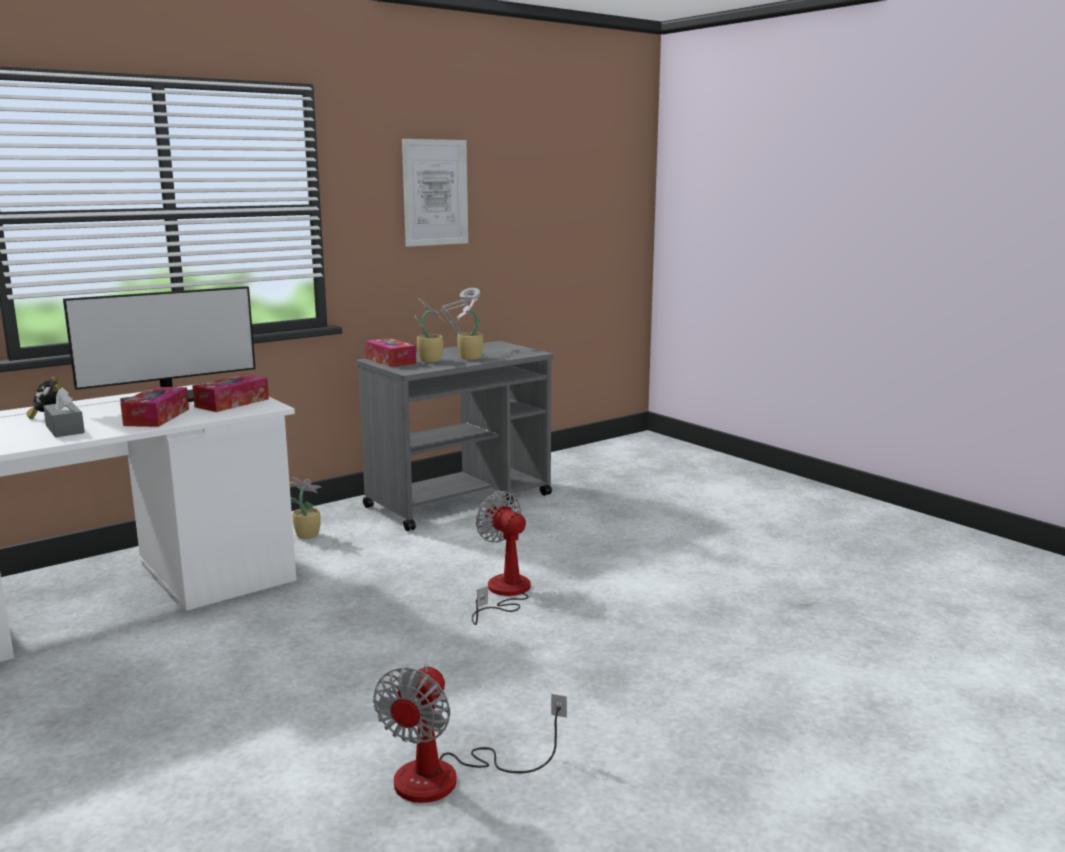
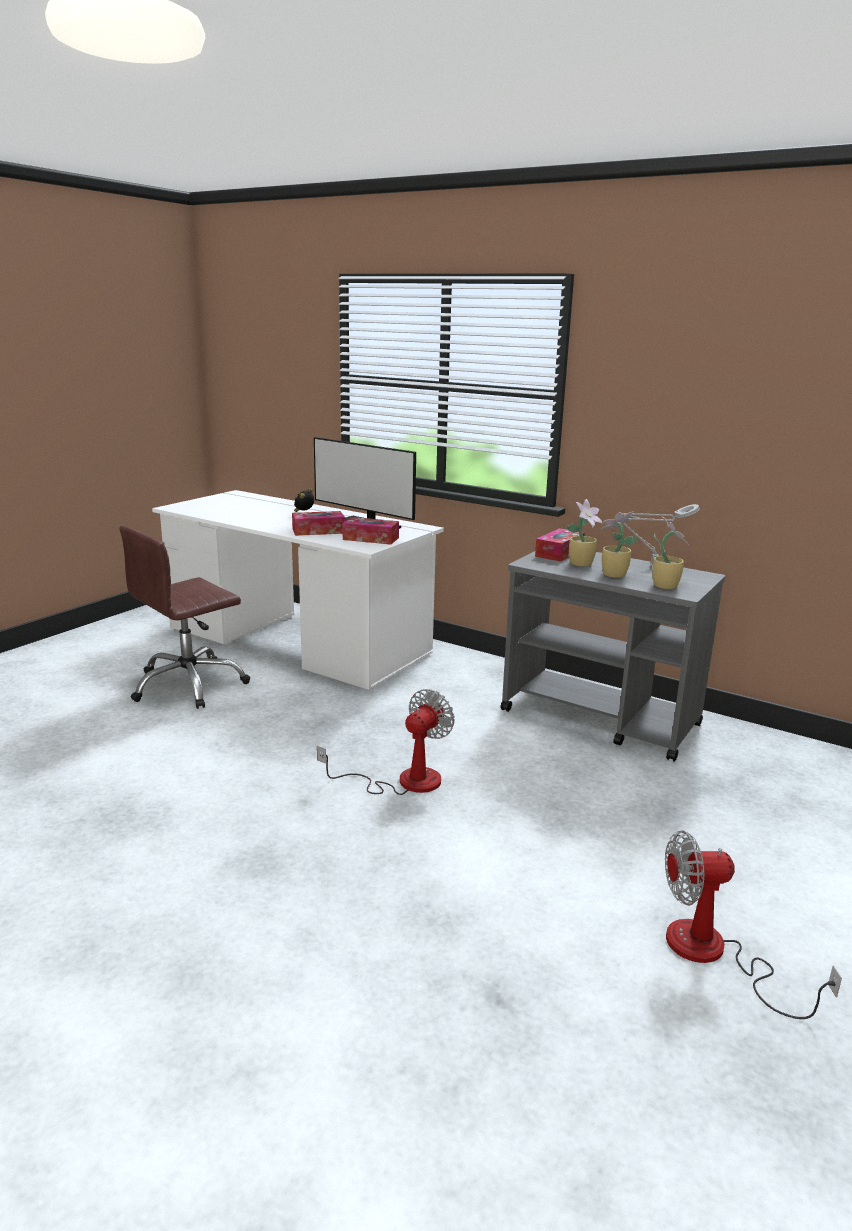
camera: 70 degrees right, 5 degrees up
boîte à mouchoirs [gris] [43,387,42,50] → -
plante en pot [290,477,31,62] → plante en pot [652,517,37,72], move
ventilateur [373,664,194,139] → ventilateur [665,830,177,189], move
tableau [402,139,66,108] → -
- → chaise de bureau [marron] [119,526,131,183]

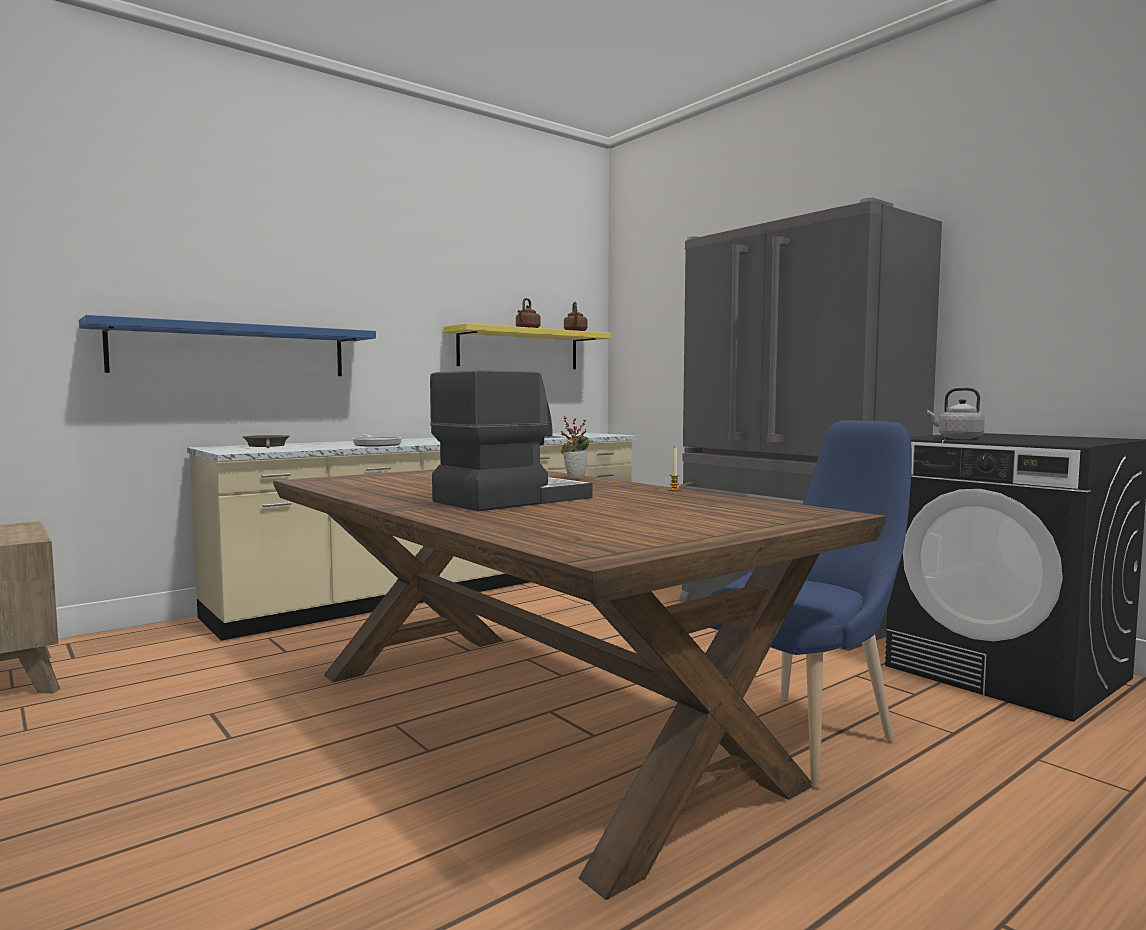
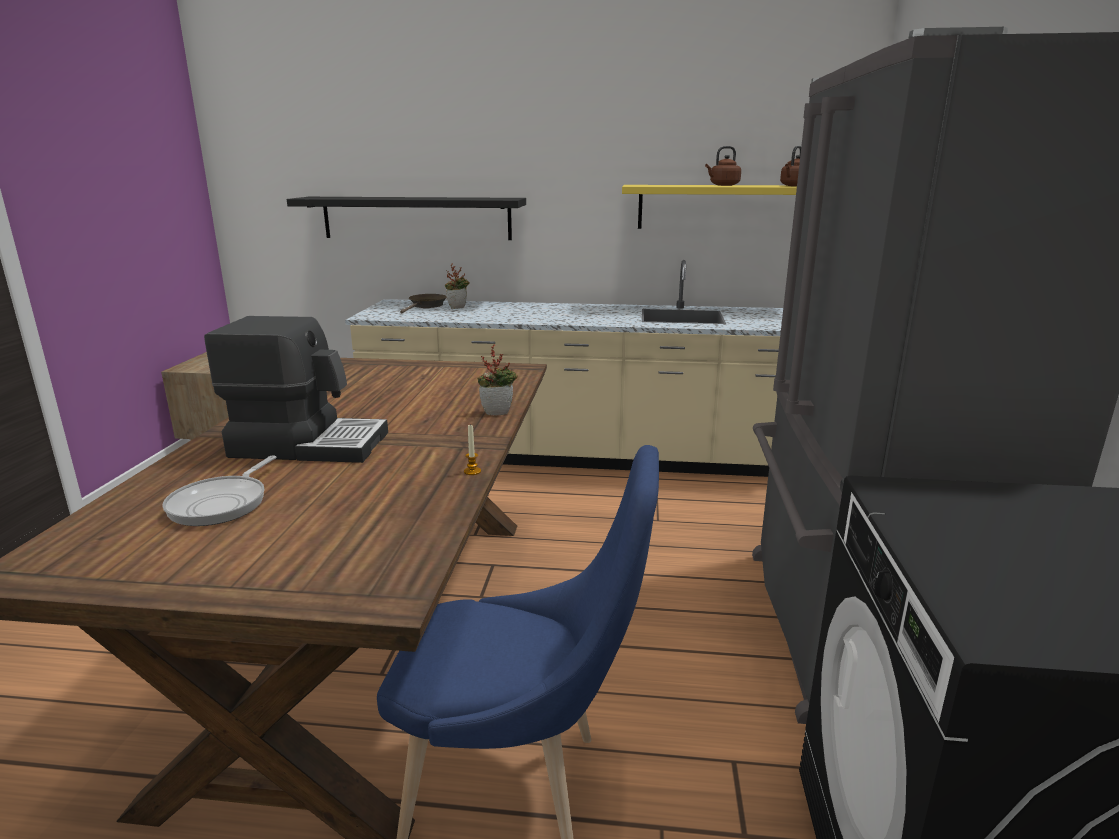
camera: 45 degrees right, 15 degrees up
étagère [bleu] [79,315,297,61] → étagère [noir] [287,197,239,43]
poêle [352,434,50,12] → poêle [162,455,115,71], move
bouilloire [gris] [927,388,58,51] → -
- → plante en pot [445,263,24,46]

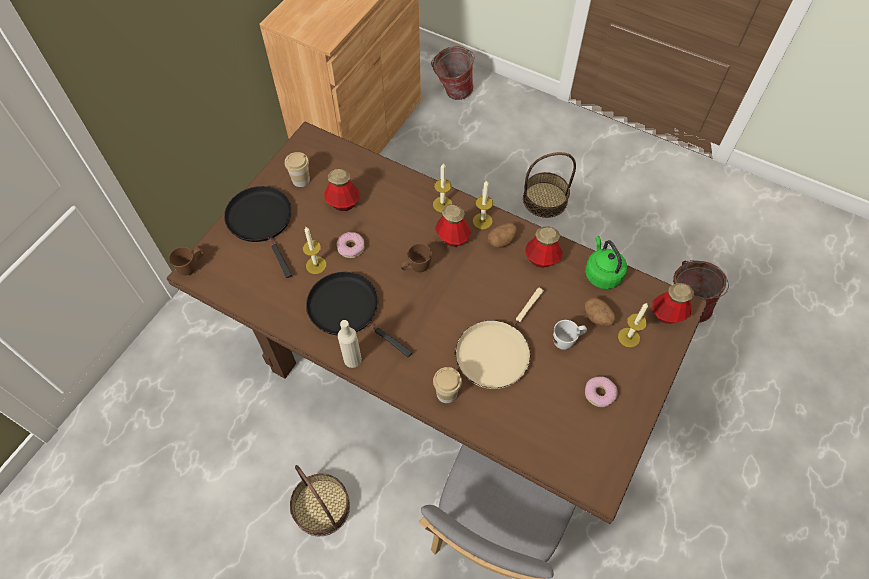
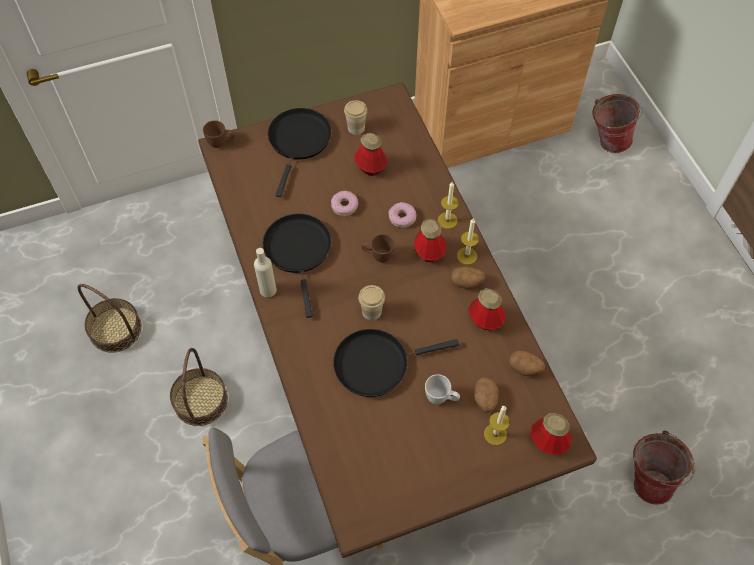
camera: 40 degrees right, 0 degrees up
bougie [303,227,24,47] → -
tasse [433,367,29,36] → tasse [358,285,27,36], move
poêle [beige] [455,288,89,101] → poêle [noir] [333,329,126,68]
panier [523,152,53,66] → panier [78,284,64,69], move
bouilloire [vert] [585,236,42,53] → pomme de terre [510,351,35,25]
beignet [585,376,33,31] → beignet [388,202,28,26], move

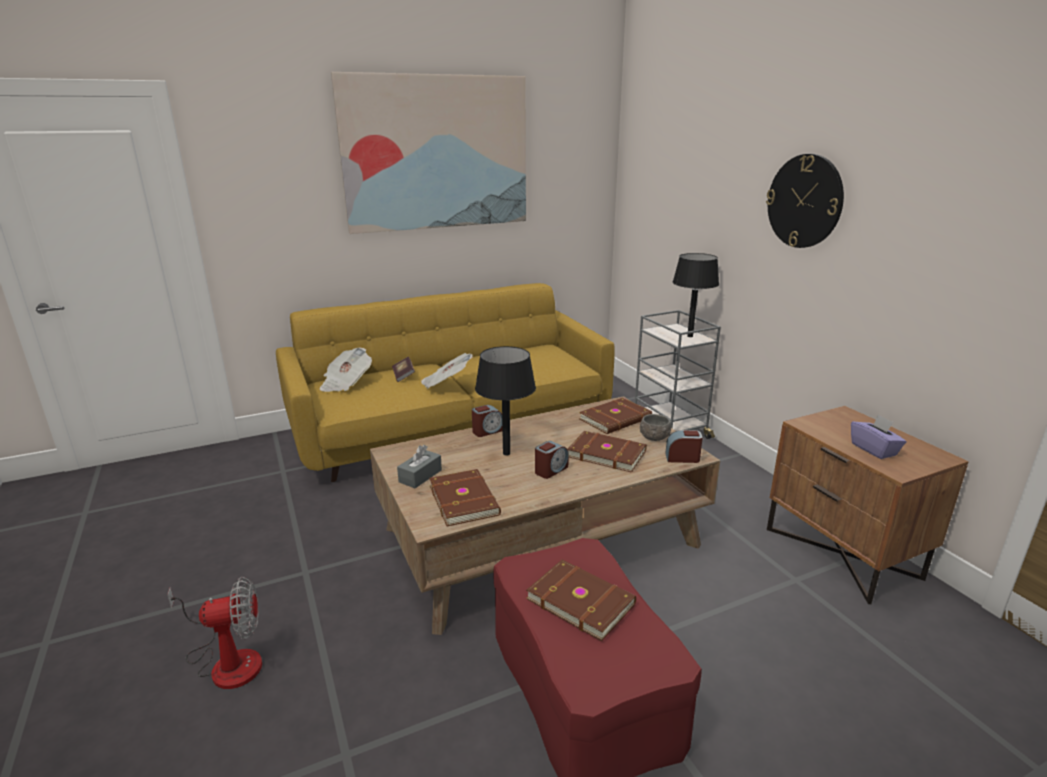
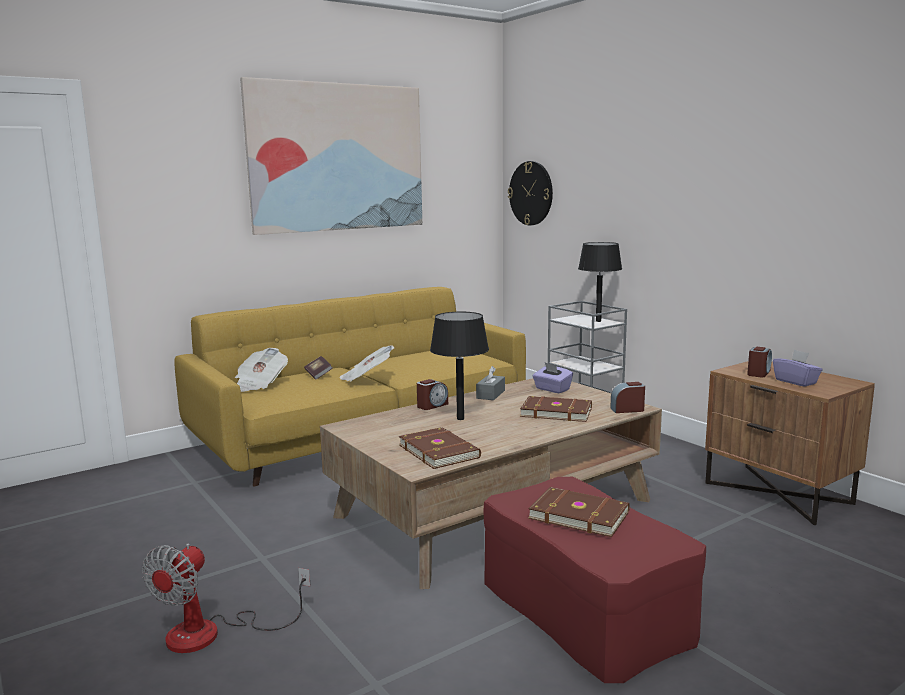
camera: 10 degrees left, 10 degrees down
ventilateur [167,577,95,112] → ventilateur [142,543,169,110], 135 degrees clockwise
boîte à mouchoirs [gris] [397,445,45,43] → boîte à mouchoirs [gris] [476,366,29,34], move
réveil [535,441,34,38] → réveil [747,347,25,30], move
livre [marron] [579,398,73,36] → boîte à mouchoirs [violet] [533,362,40,31]
bol [gris] [640,414,31,27] → -
horloge murale [766,154,78,94] → horloge murale [508,161,45,64], move

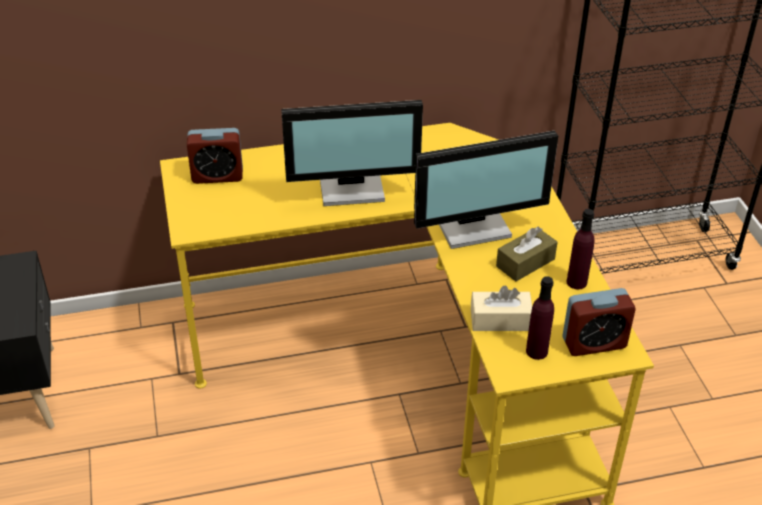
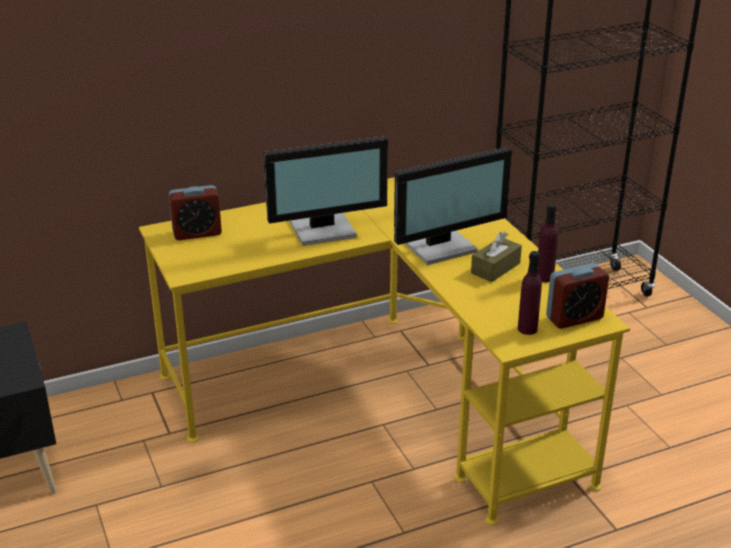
camera: 10 degrees left, 10 degrees down
boîte à mouchoirs [beige] [471,286,61,45] → -

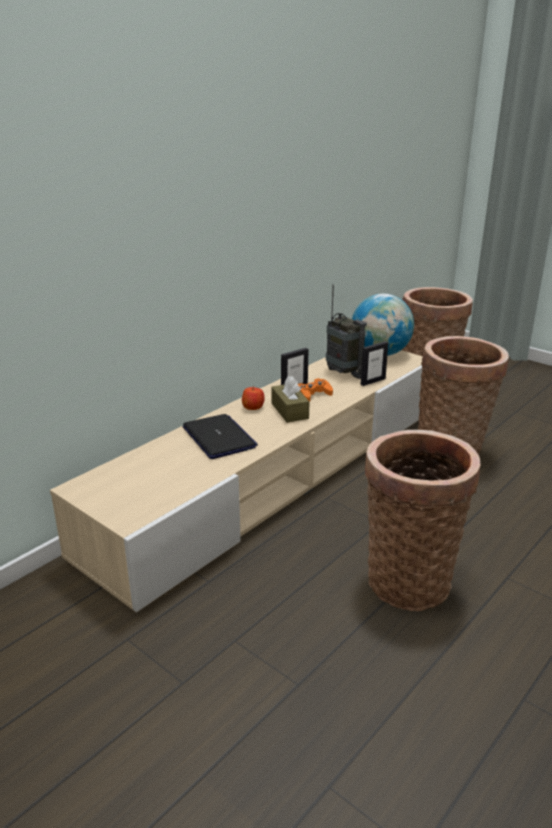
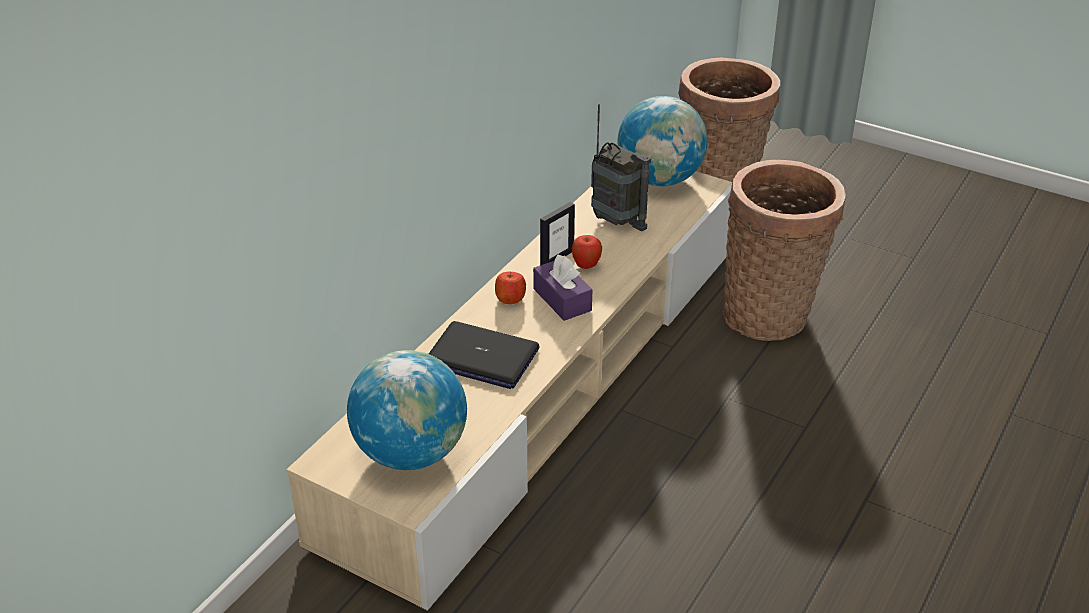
camera: 10 degrees left, 10 degrees up
ordinateur portable [183,414,75,45] → ordinateur portable [429,321,111,68], 150 degrees clockwise
boîte à mouchoirs [marron] [271,376,38,47] → boîte à mouchoirs [violet] [533,254,59,67]
manette [orange] [298,378,35,24] → pomme [572,235,30,34]
cadre photo [361,341,27,45] → -
panier [365,430,115,181] → -
- → globe [347,350,120,120]

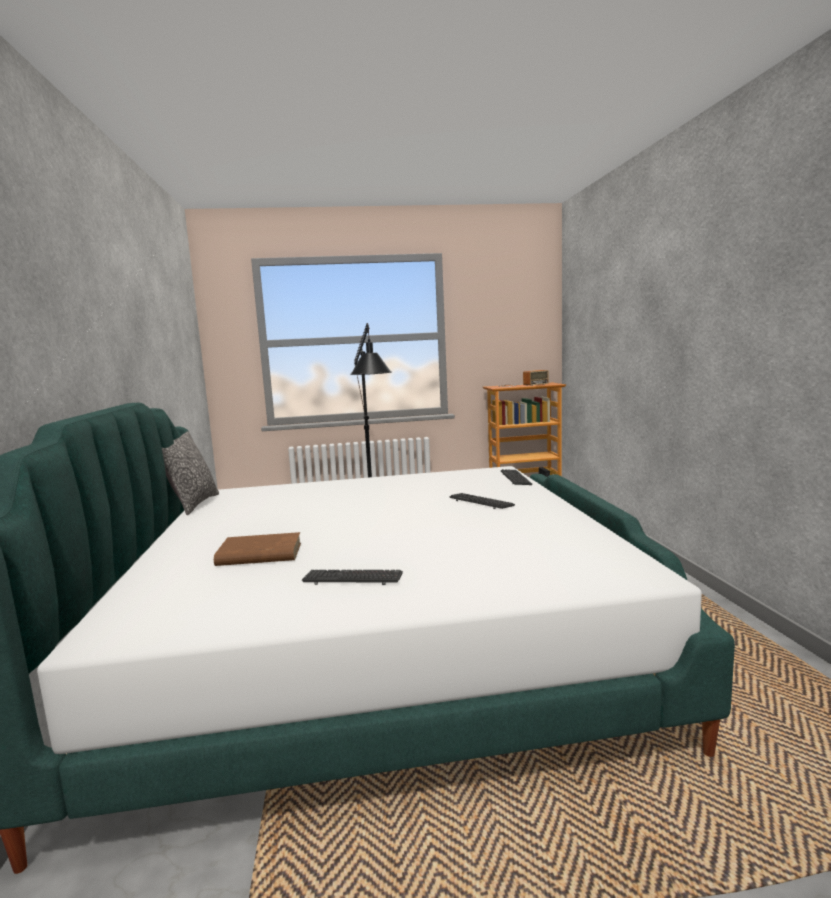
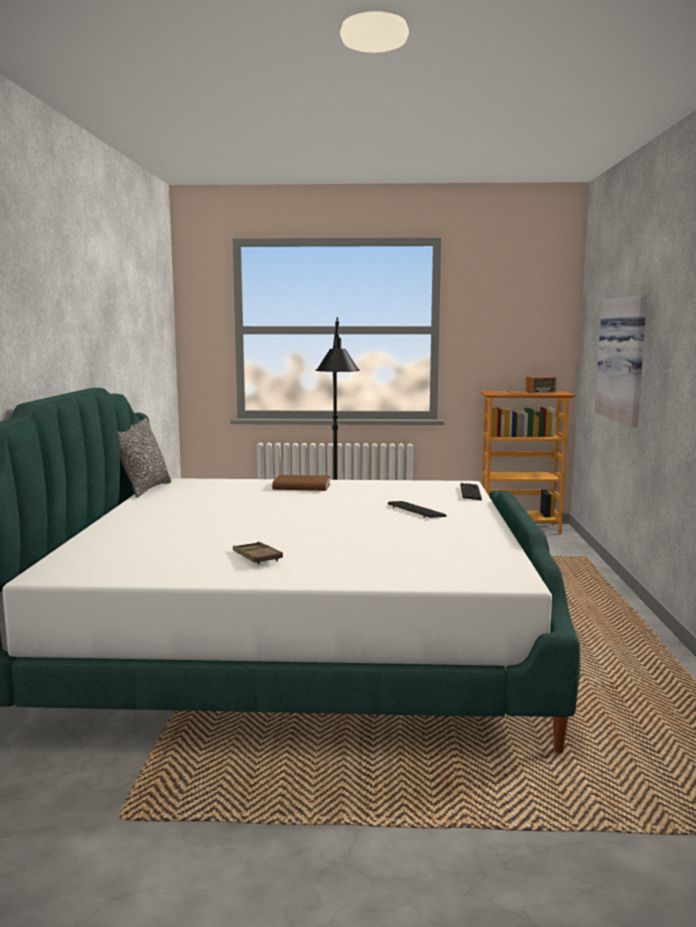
camera: 10 degrees right, 0 degrees up
livre [marron] [214,532,87,34] → livre [marron] [272,475,58,16], move
clavier [302,570,101,15] → plateau [marron] [233,542,50,22]
- → tableau [595,296,52,132]

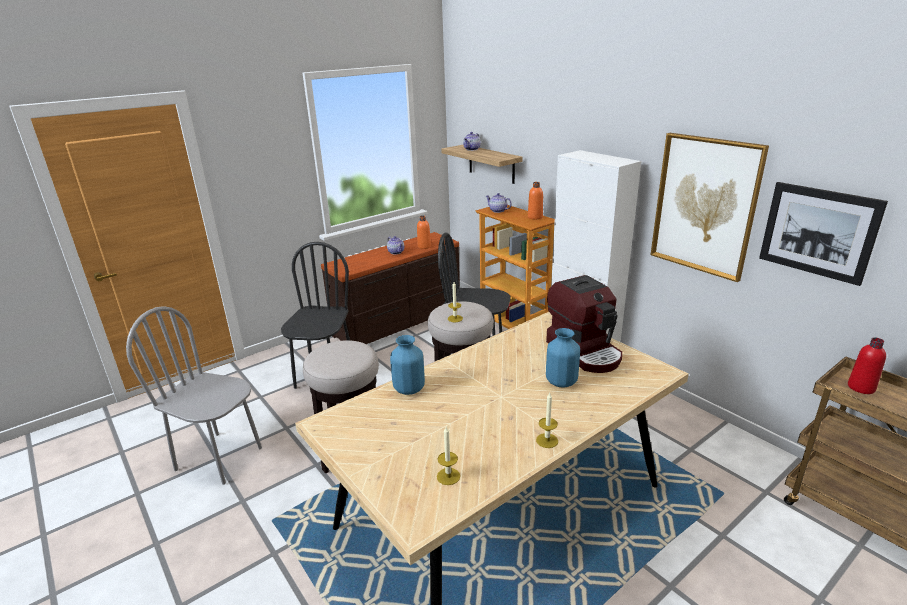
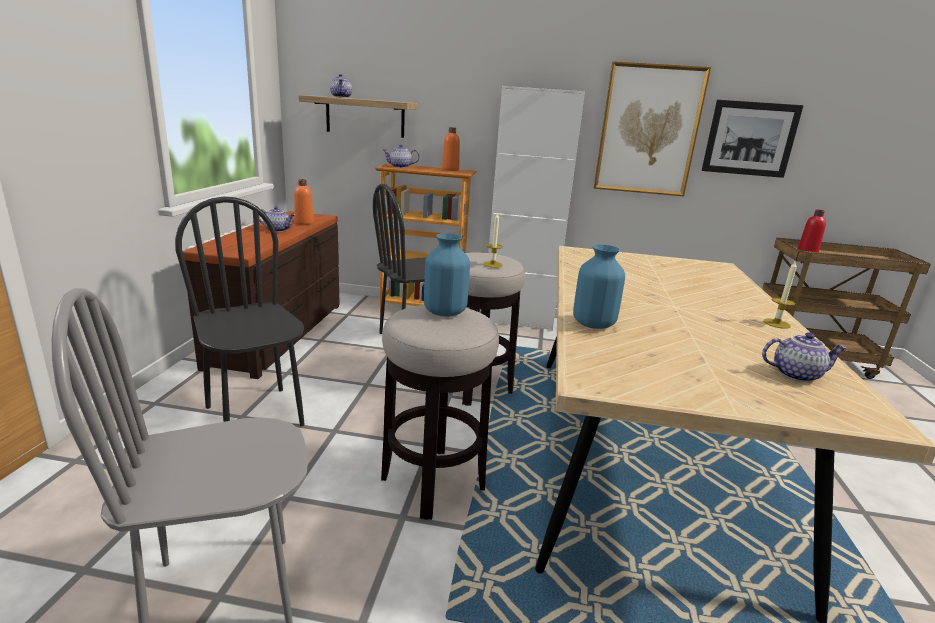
camera: 45 degrees left, 5 degrees down
bougie [437,427,23,58] → théière [762,332,86,50]
machine à café [546,275,76,98] → -
vase [bleu] [546,328,34,60] → vase [bleu] [424,233,46,84], move

